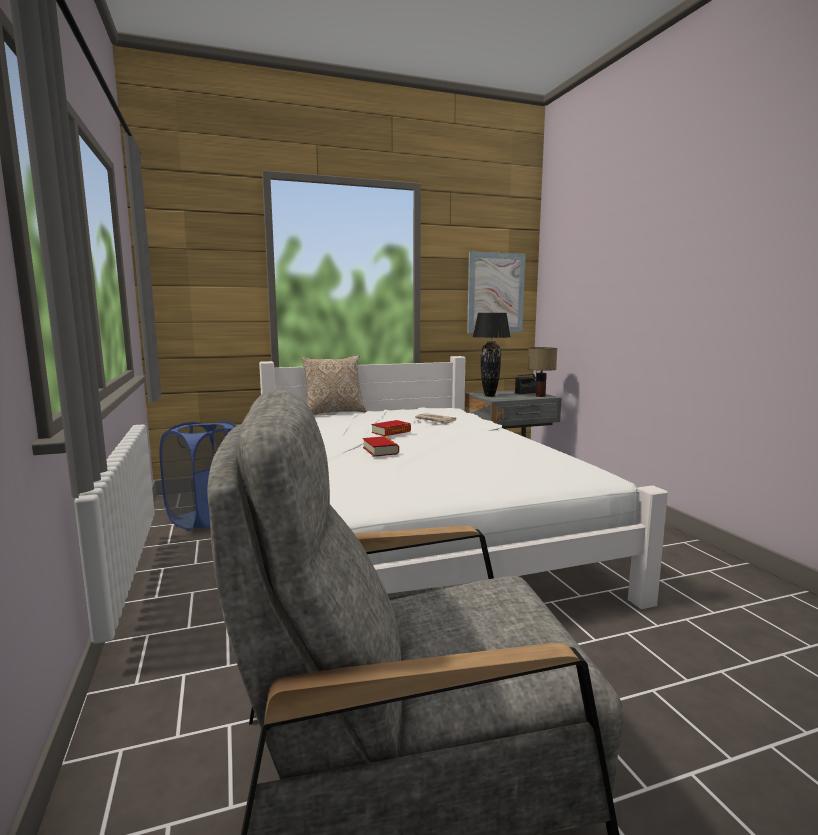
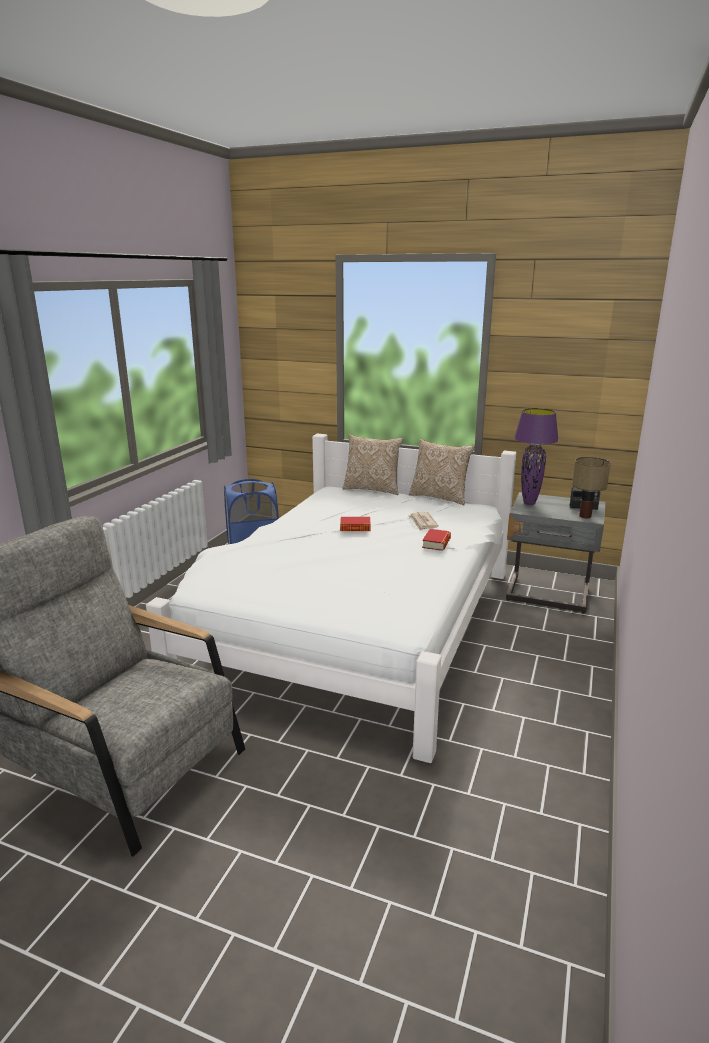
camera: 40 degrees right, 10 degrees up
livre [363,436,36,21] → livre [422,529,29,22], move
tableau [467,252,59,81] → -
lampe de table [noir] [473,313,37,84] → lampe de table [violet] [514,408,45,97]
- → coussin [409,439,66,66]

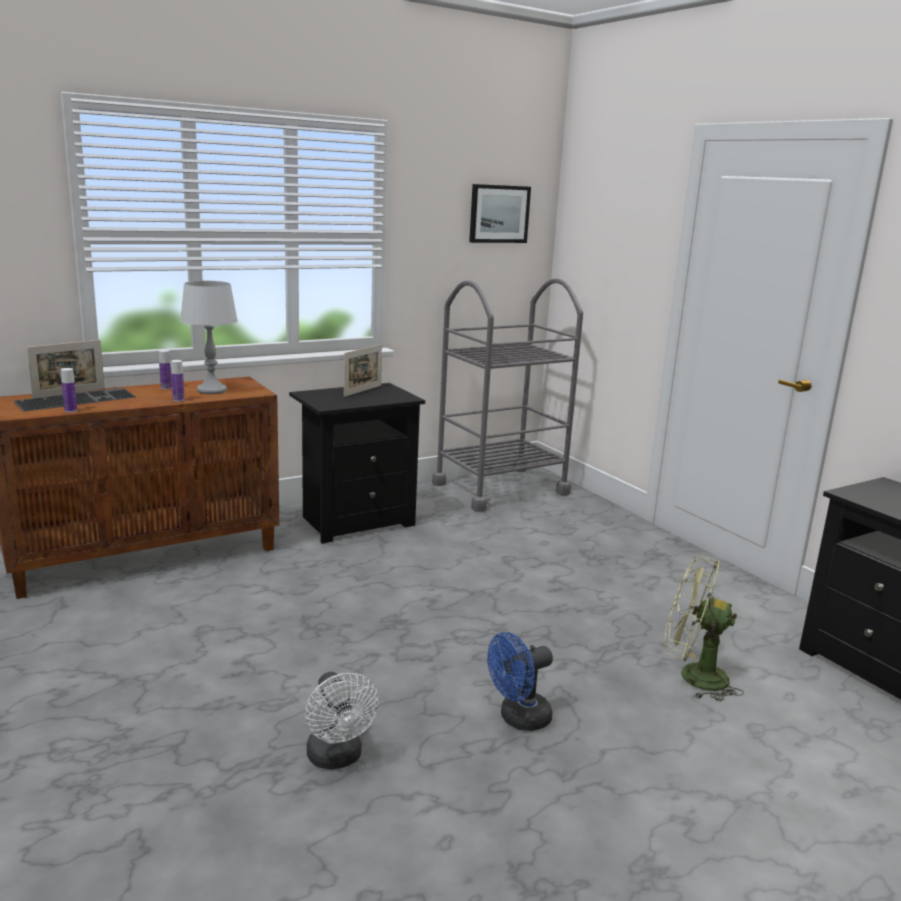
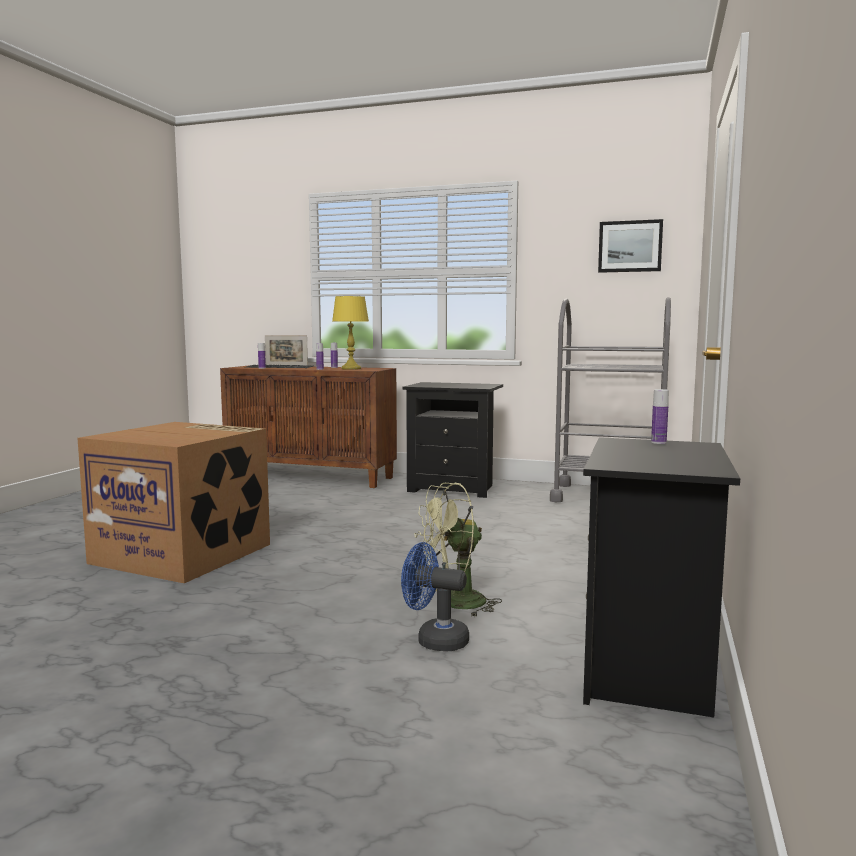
camera: 50 degrees right, 10 degrees down
lampe de table [gris] [180,281,58,113] → lampe de table [jaune] [332,296,37,74]
ventilateur [blanc] [305,672,74,97] → carton [78,422,192,161]
cadre photo [344,344,38,53] → -
ventilateur [bleu] [487,632,66,99] → ventilateur [bleu] [401,542,68,109], move
ventilateur [vert] [663,555,81,146] → ventilateur [vert] [414,483,88,134], 90 degrees counterclockwise
- → bouteille [651,389,18,55]

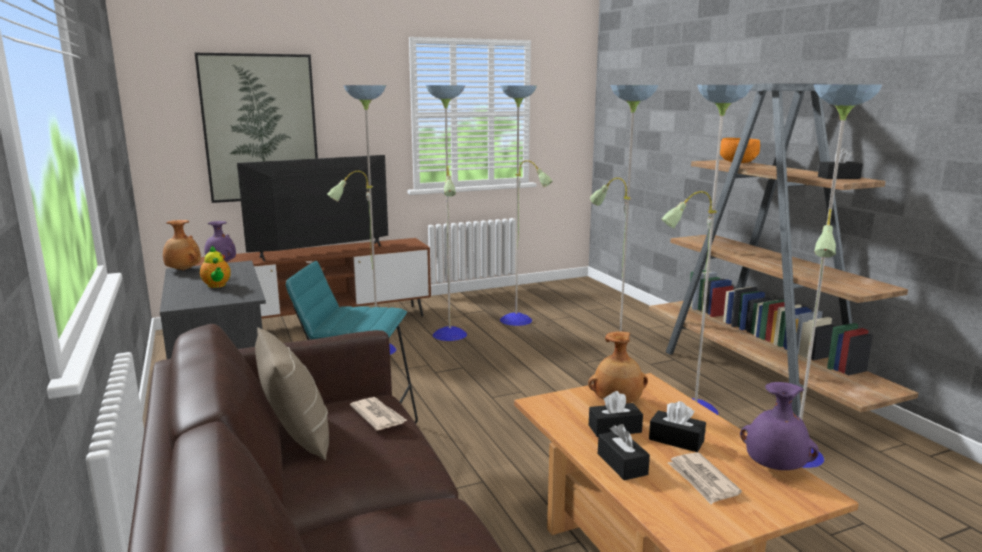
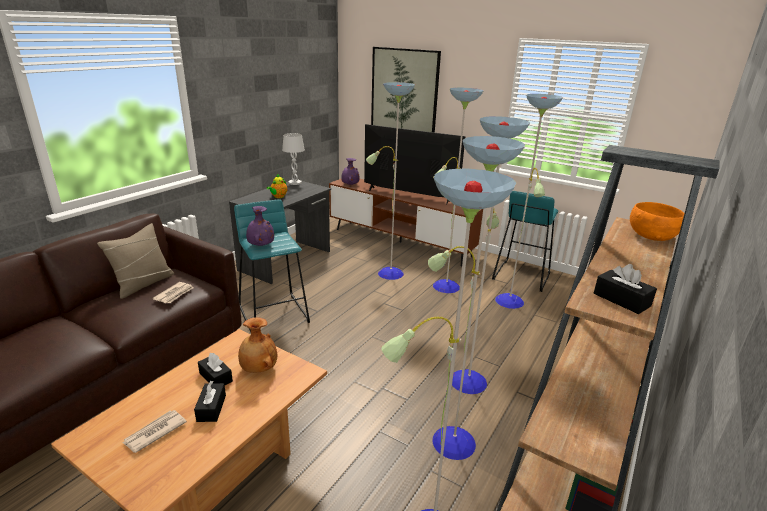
camera: 55 degrees right, 10 degrees up
vase [marron] [163,220,38,50] → lampe de table [blanc] [282,133,23,52]
boîte à mouchoirs [noir] [598,424,52,56] → -
vase [violet] [740,382,79,88] → vase [violet] [246,206,28,40], move
- → tabouret [turquoise] [492,191,66,101]

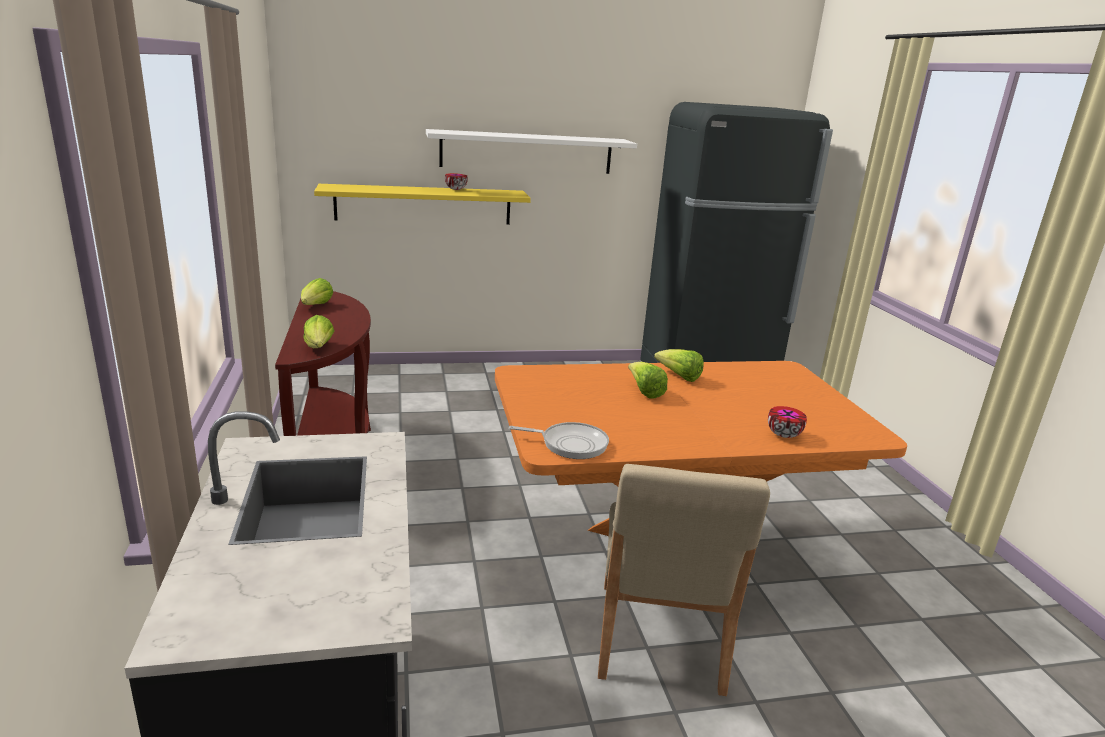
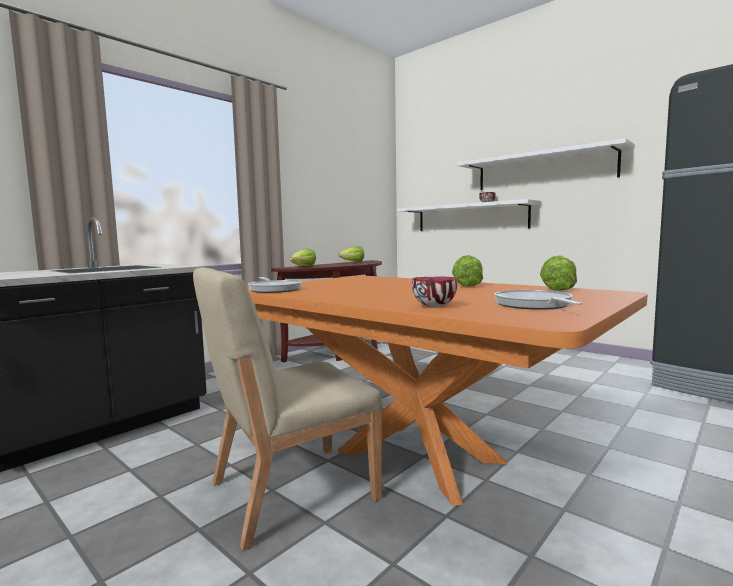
camera: 55 degrees right, 15 degrees down
étagère [jaune] [314,184,217,41] → étagère [blanc] [397,199,144,32]
laitue [628,362,40,37] → laitue [540,255,37,36], move
- → poêle [494,290,88,20]

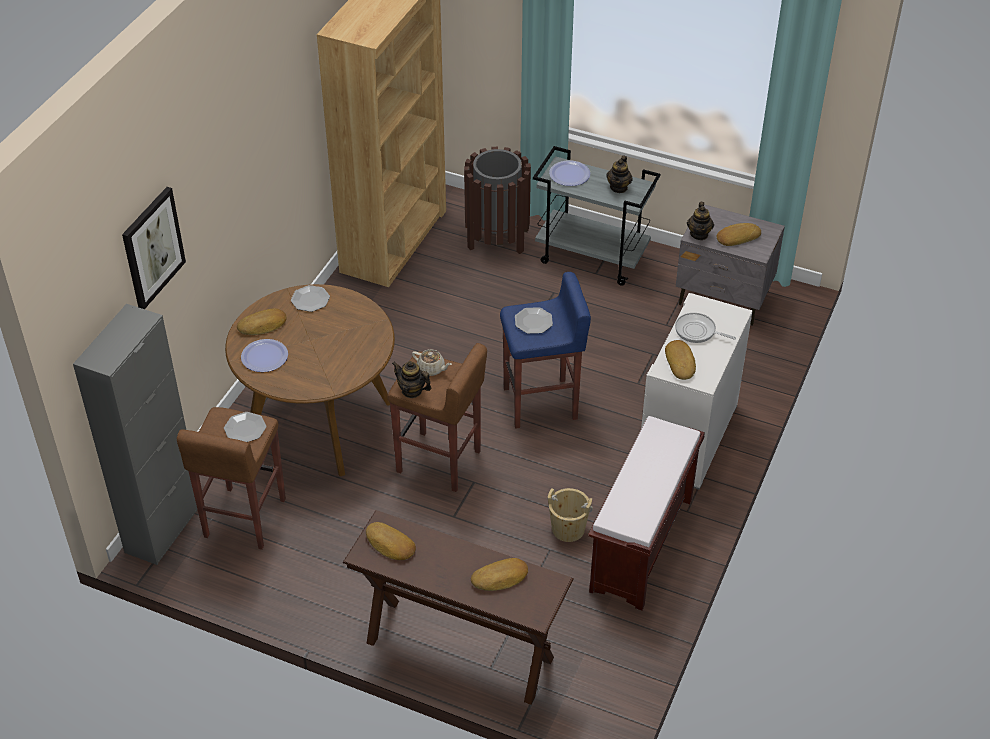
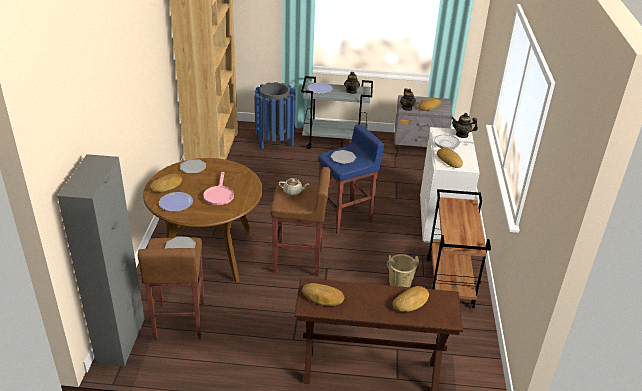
camera: 20 degrees left, 10 degrees down
tableau [122,187,64,122] → -
théière [392,361,40,37] → théière [451,113,27,25], move
poubelle [marron] [464,147,67,107] → poubelle [bleu] [254,82,42,67]
banc [marron] [588,416,117,195] → chariot [marron] [427,189,64,119]
- → poêle [rose] [203,172,31,33]

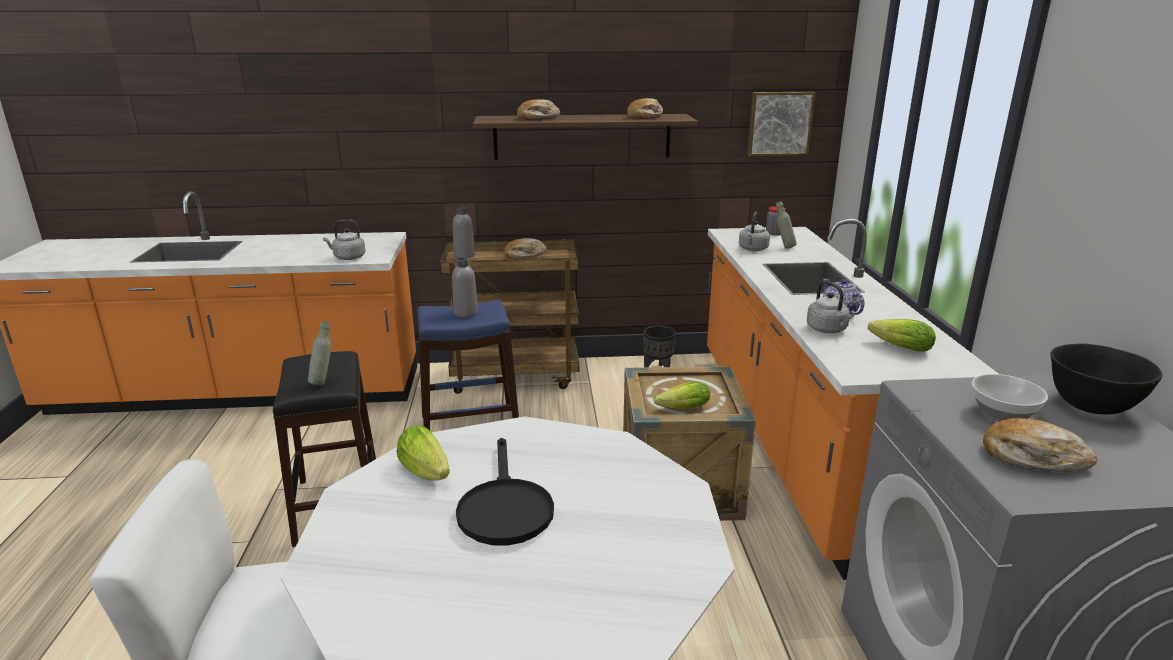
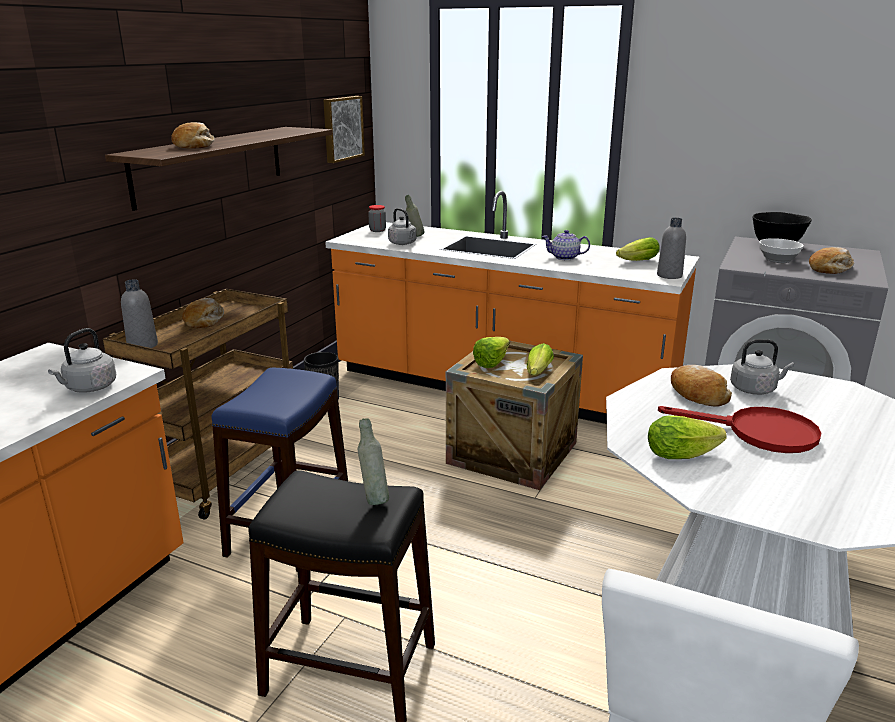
camera: 60 degrees left, 0 degrees up
bouteille [gris] [452,257,26,60] → bouteille [gris] [657,218,29,61], move
poêle [noir] [456,438,98,108] → poêle [rouge] [658,406,163,47]
pain [627,98,36,21] → pain [671,365,61,41], move
bouilloire [gris] [807,281,47,52] → bouilloire [gris] [730,339,64,56], move
- → laitue [473,337,37,31]

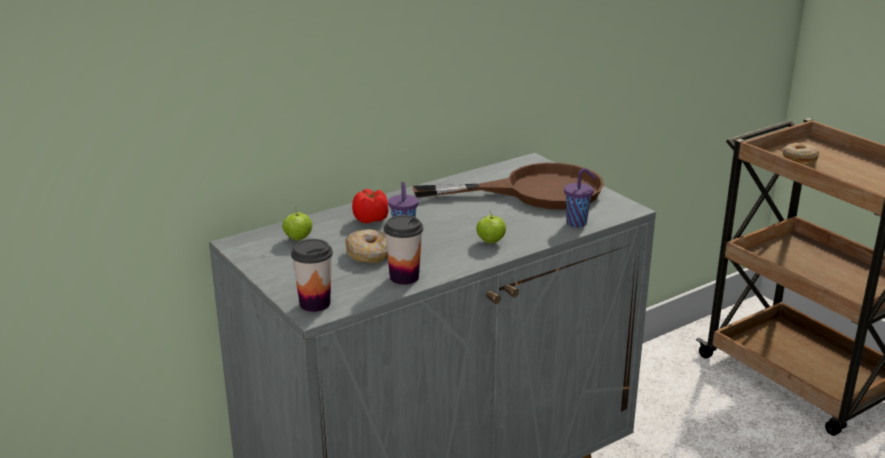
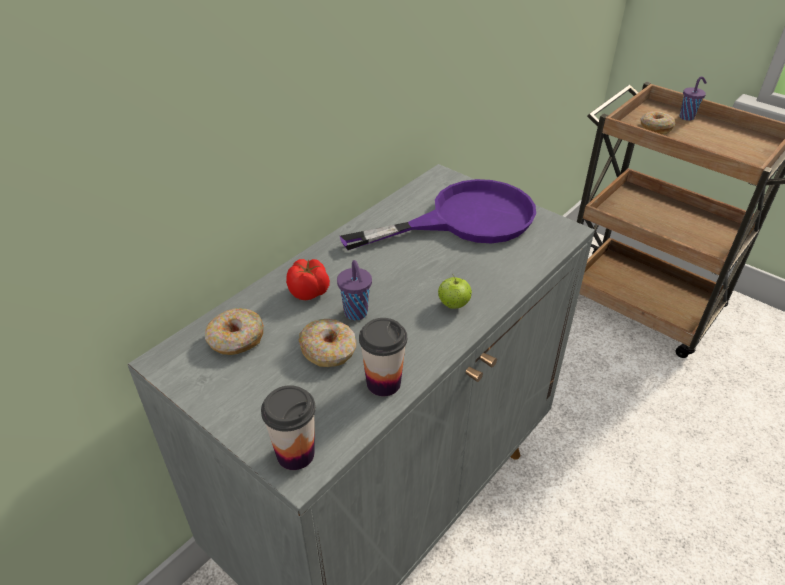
camera: 15 degrees left, 15 degrees up
pomme [283,207,30,33] → beignet [205,308,59,47]
poêle [marron] [413,163,191,46] → poêle [violet] [340,179,196,71]
tasse [violet] [564,168,32,60] → tasse [violet] [679,76,28,45], move

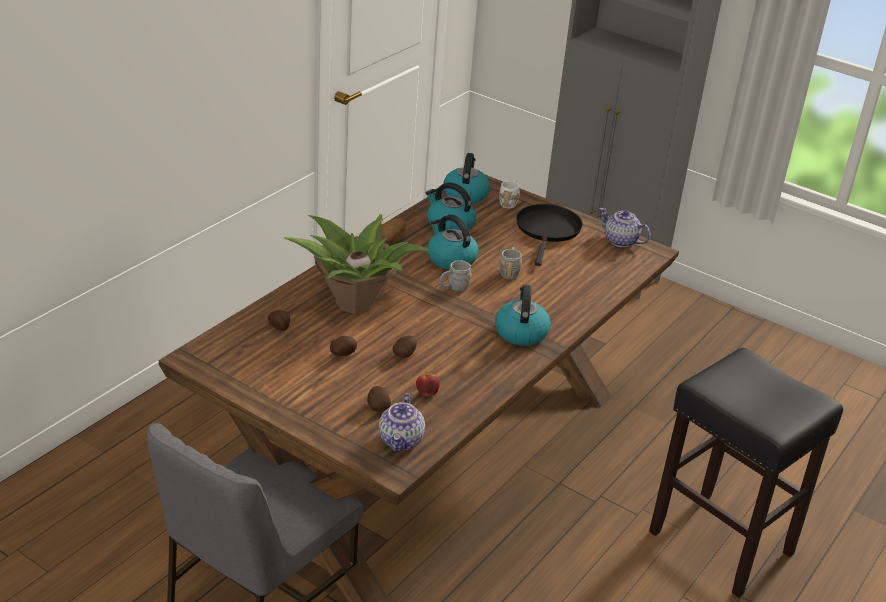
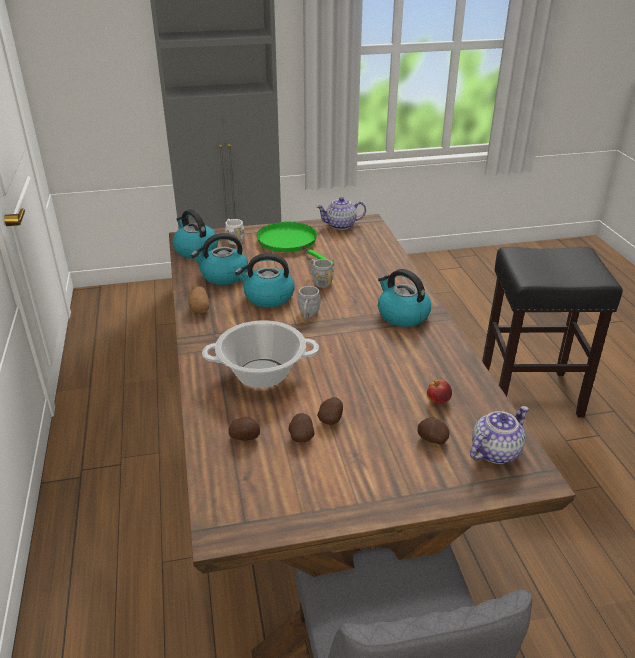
camera: 45 degrees left, 0 degrees up
plante en pot [284,214,146,100] → marmite [202,320,117,68]
théière [379,393,46,59] → théière [470,406,59,58], 90 degrees counterclockwise
pomme de terre [393,335,24,23] → pomme de terre [289,413,25,29], move
poêle [noir] [516,204,67,62] → poêle [vert] [257,222,77,44]

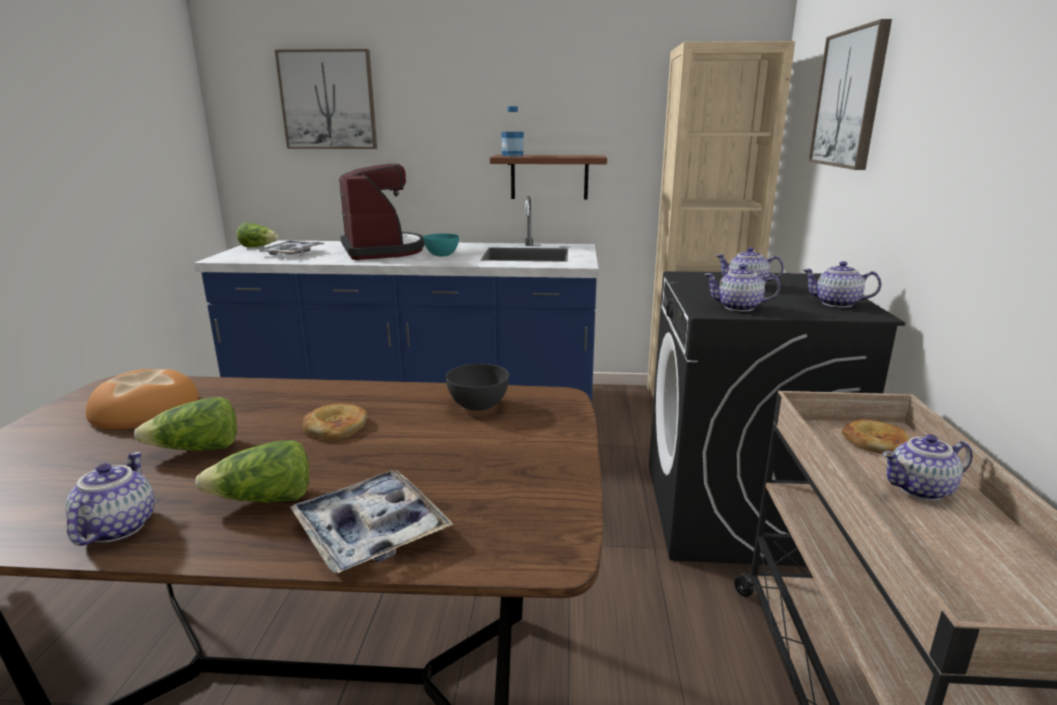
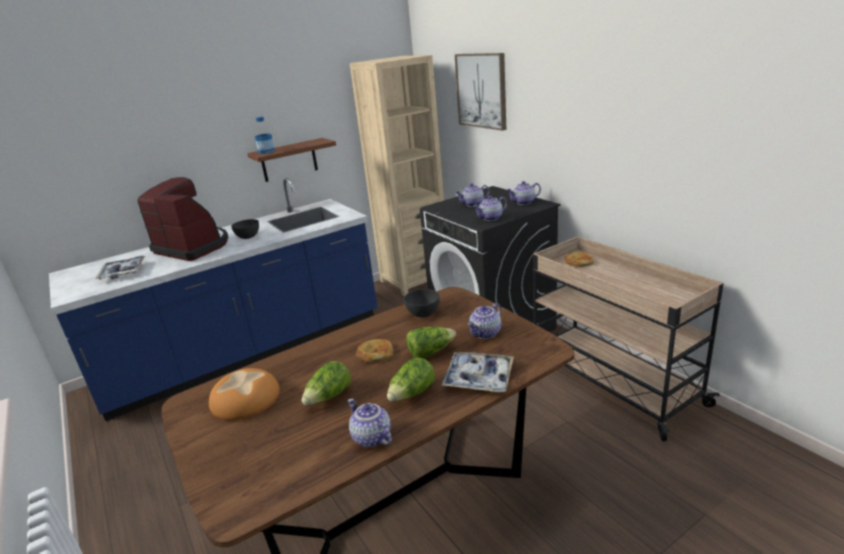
camera: 35 degrees left, 5 degrees up
laitue [237,223,42,24] → laitue [406,327,50,31], move
tableau [275,49,102,100] → -
bol [turquoise] [423,234,36,22] → bol [gris] [231,219,28,20]
théière [882,434,91,67] → théière [467,303,34,36], move

